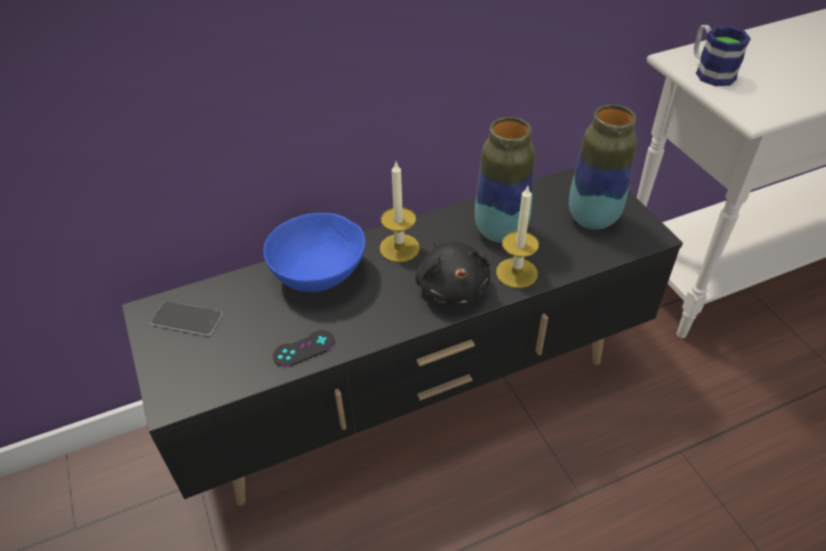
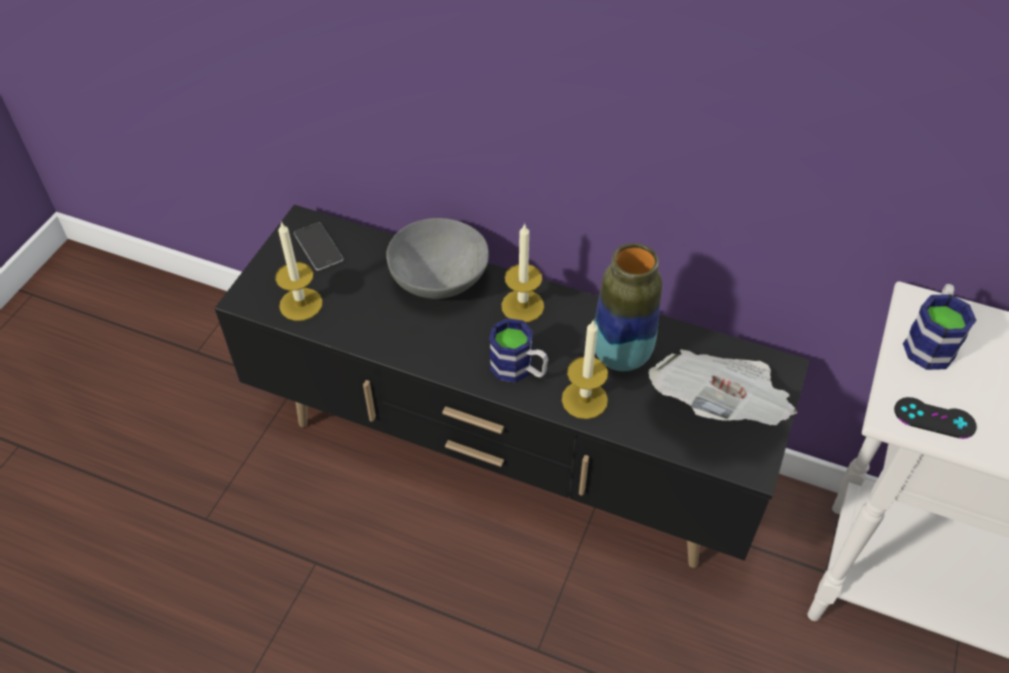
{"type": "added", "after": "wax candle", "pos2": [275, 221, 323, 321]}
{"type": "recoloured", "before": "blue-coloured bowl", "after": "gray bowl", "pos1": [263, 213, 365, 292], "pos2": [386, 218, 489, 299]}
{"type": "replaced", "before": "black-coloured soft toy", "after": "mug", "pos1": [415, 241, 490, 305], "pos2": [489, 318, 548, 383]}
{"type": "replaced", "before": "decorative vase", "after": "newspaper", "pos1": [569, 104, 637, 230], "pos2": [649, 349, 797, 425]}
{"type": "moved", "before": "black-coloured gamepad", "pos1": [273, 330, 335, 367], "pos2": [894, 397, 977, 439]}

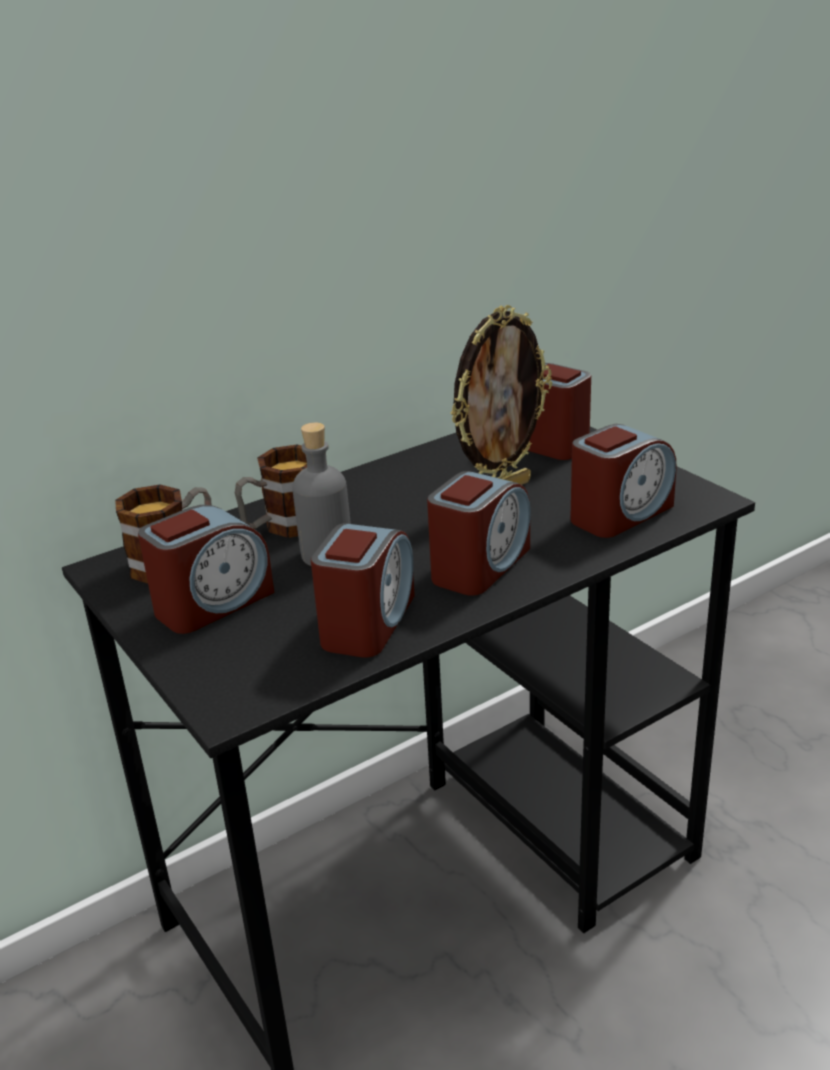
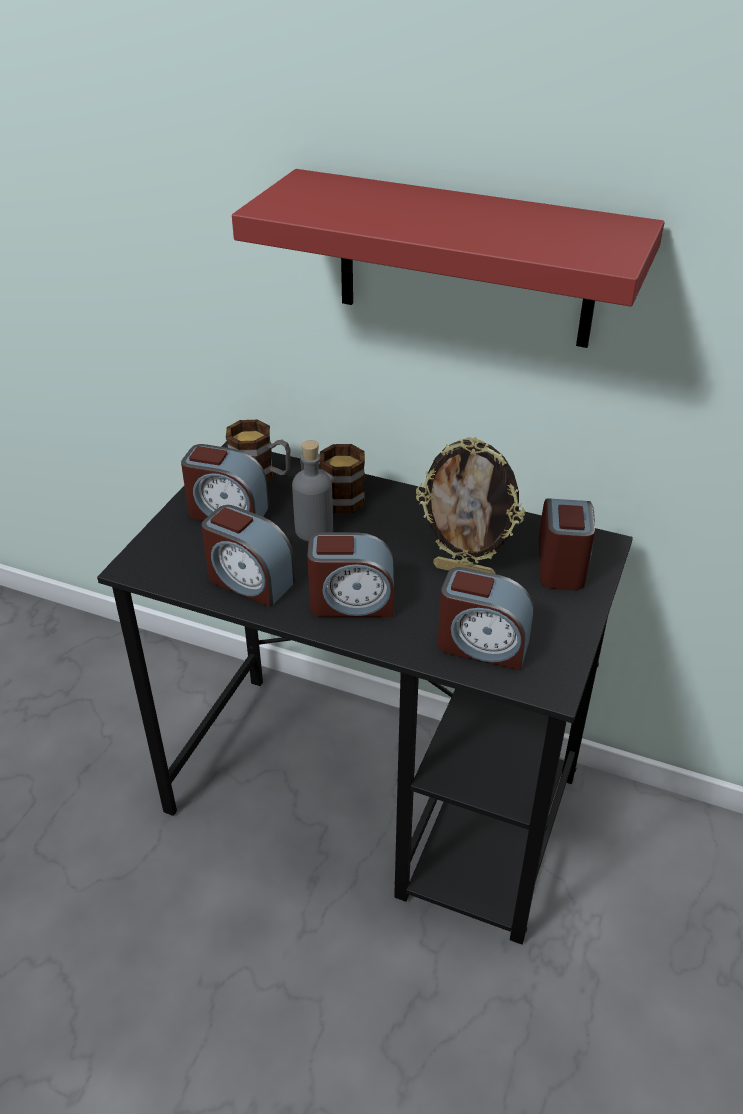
{"type": "turned", "before": "bedside clock", "pos1": [311, 523, 415, 658], "pos2": [201, 505, 295, 607], "turn": 45}
{"type": "added", "after": "red-coloured bracket shelf", "pos2": [232, 169, 665, 348]}

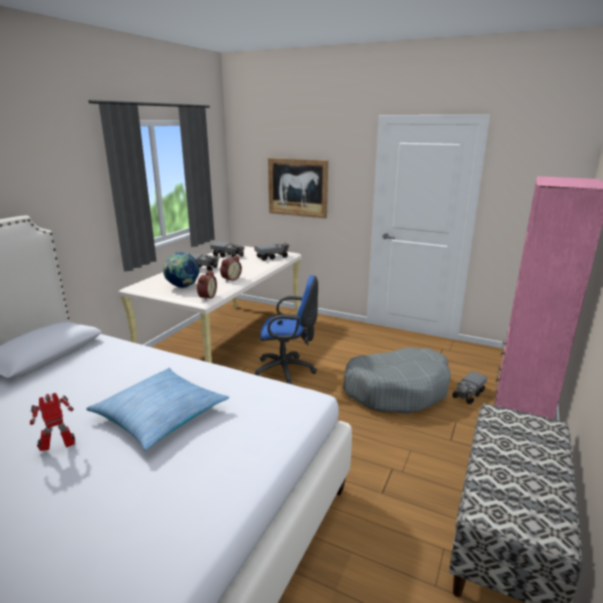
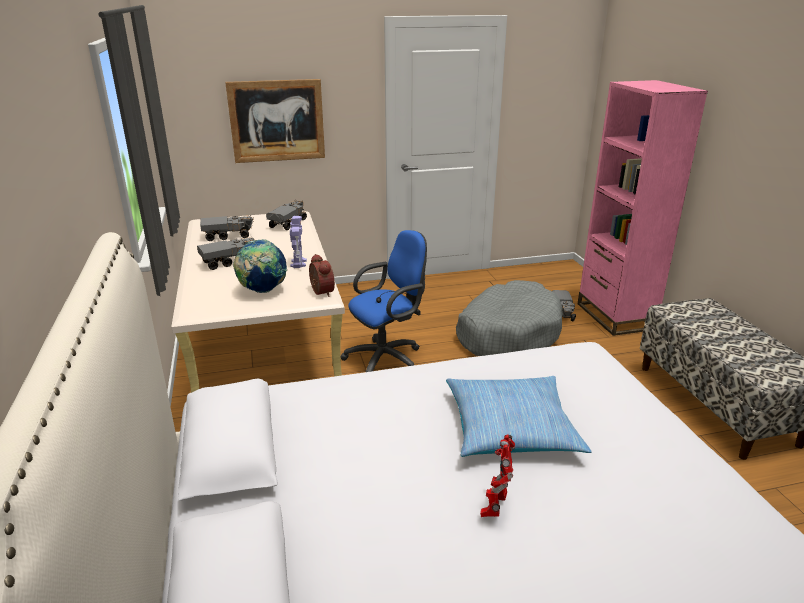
{"type": "replaced", "before": "bedside clock", "after": "toy robot", "pos1": [220, 255, 242, 282], "pos2": [290, 216, 307, 268]}

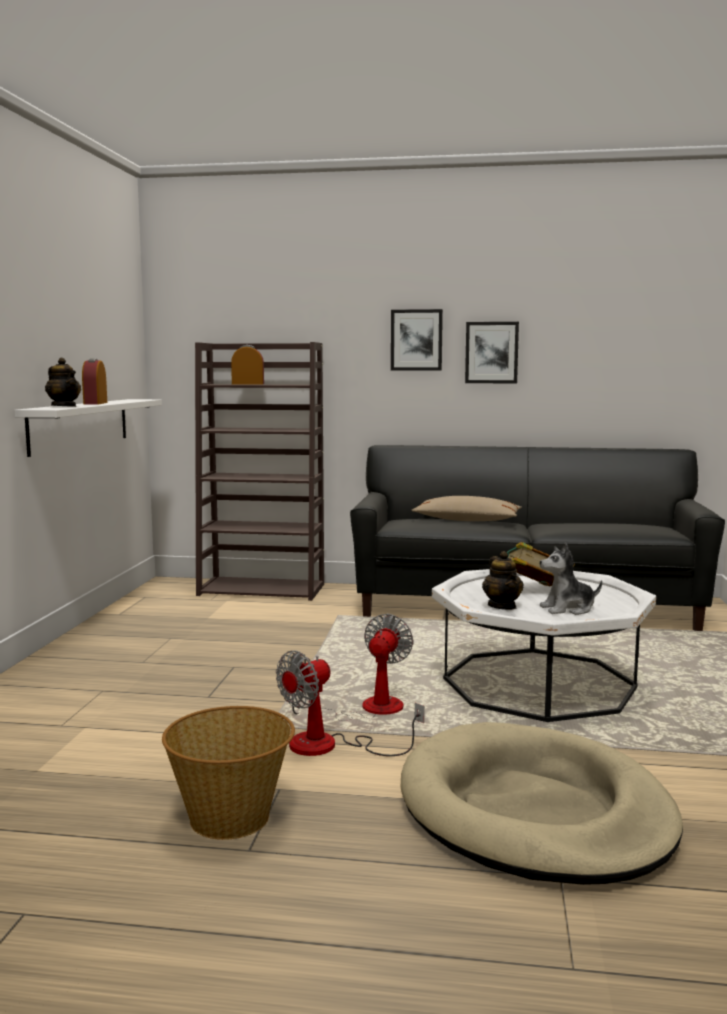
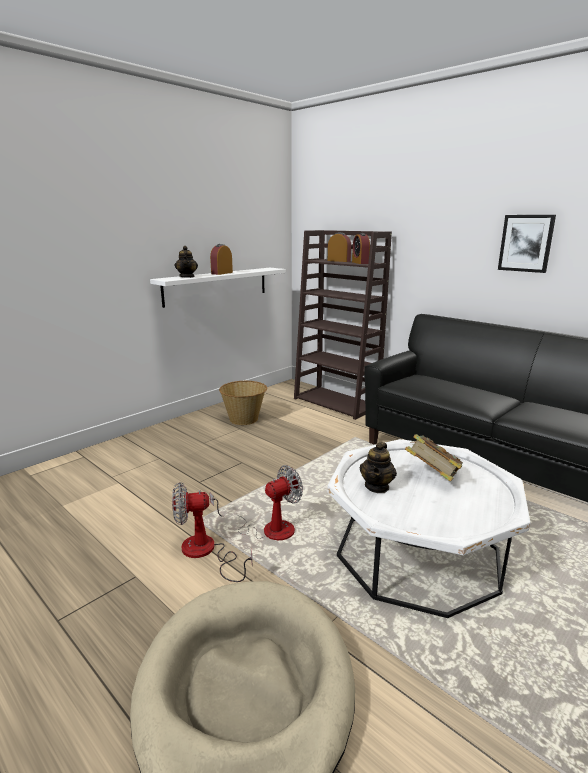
{"type": "moved", "before": "household basket", "pos1": [162, 706, 295, 840], "pos2": [219, 381, 267, 425]}
{"type": "added", "after": "bedside clock", "pos2": [352, 233, 370, 264]}
{"type": "removed", "before": "wall art", "pos1": [391, 309, 443, 371]}
{"type": "removed", "before": "sand-coloured throw pillow", "pos1": [412, 496, 522, 521]}
{"type": "removed", "before": "soft toy", "pos1": [539, 543, 602, 615]}

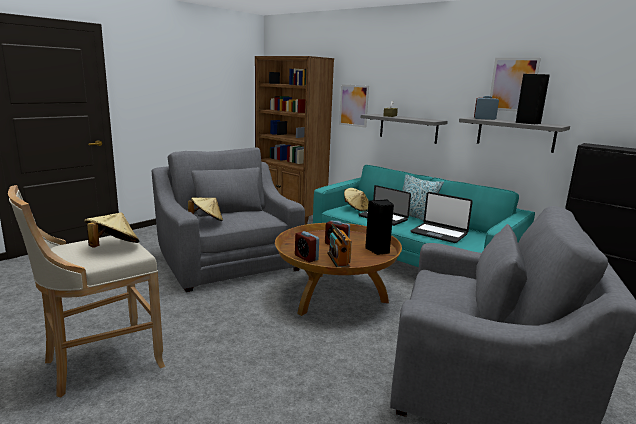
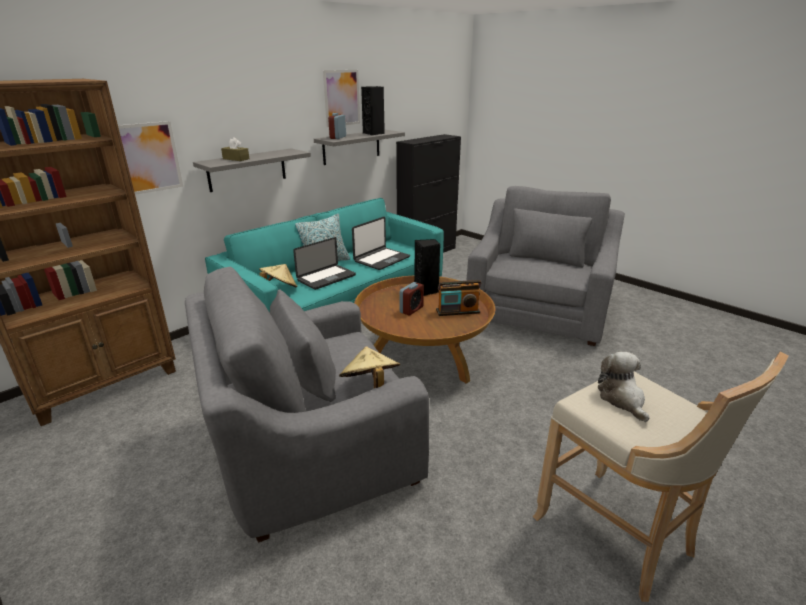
{"type": "replaced", "before": "sand-coloured wearable hat", "after": "soft toy", "pos1": [84, 213, 139, 247], "pos2": [598, 352, 650, 422]}
{"type": "removed", "before": "bedside clock", "pos1": [295, 231, 319, 262]}

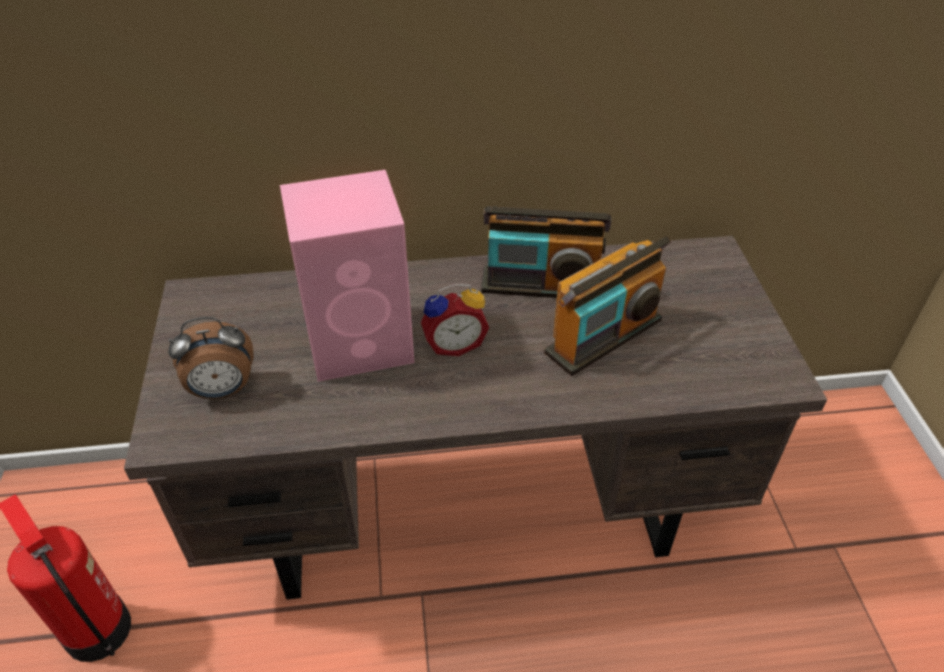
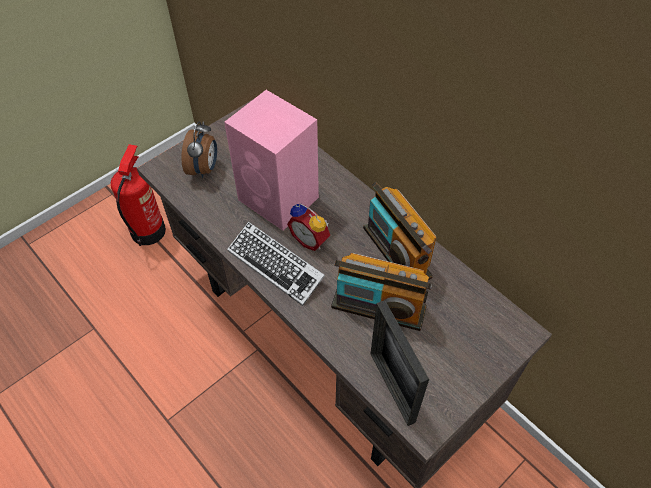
{"type": "turned", "before": "bedside clock", "pos1": [168, 317, 254, 399], "pos2": [181, 121, 217, 178], "turn": -120}
{"type": "added", "after": "keyboard", "pos2": [227, 221, 325, 306]}
{"type": "added", "after": "photo frame", "pos2": [371, 300, 429, 426]}

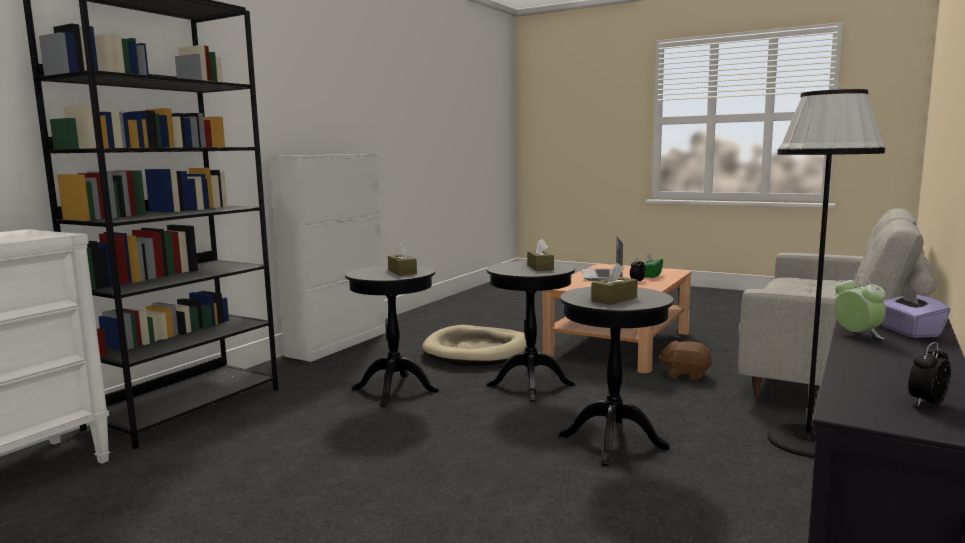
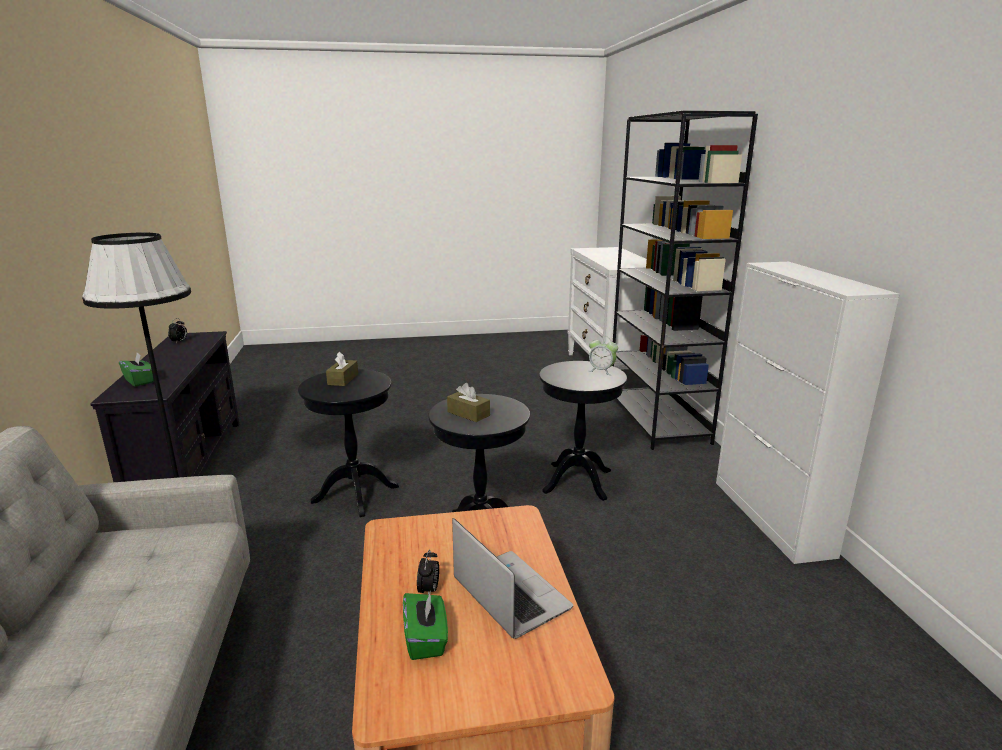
{"type": "recoloured", "before": "purple tissue box", "after": "green tissue box", "pos1": [881, 285, 951, 338], "pos2": [119, 353, 154, 387]}
{"type": "moved", "before": "bedside clock", "pos1": [834, 274, 886, 339], "pos2": [588, 336, 618, 375]}
{"type": "removed", "before": "brown-coloured tissue box", "pos1": [388, 243, 417, 276]}
{"type": "removed", "before": "sand-coloured pet bed", "pos1": [422, 325, 527, 366]}
{"type": "removed", "before": "brown-coloured soft toy", "pos1": [658, 341, 712, 381]}

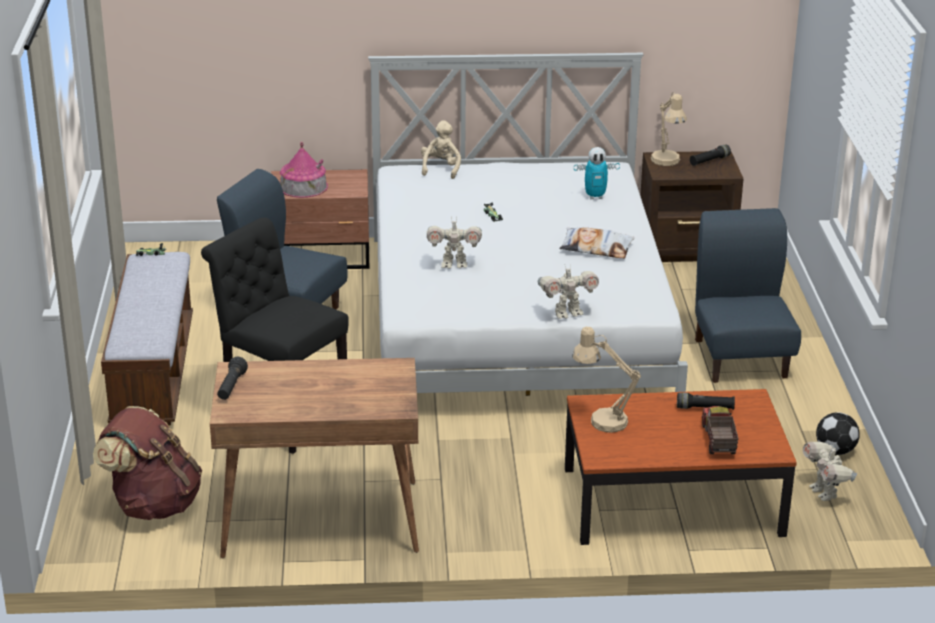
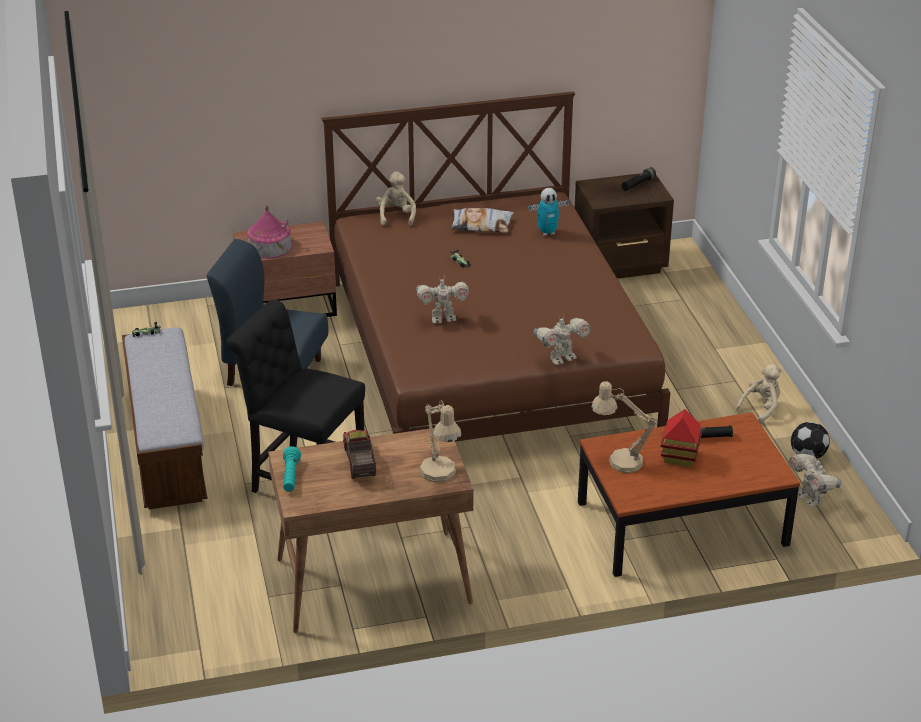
{"type": "recoloured", "before": "black-coloured hand torch", "after": "turquoise hand torch", "pos1": [217, 357, 248, 400], "pos2": [283, 446, 301, 492]}
{"type": "recoloured", "before": "white-coloured sleeping bed", "after": "brown-coloured sleeping bed", "pos1": [368, 52, 688, 396], "pos2": [321, 91, 670, 442]}
{"type": "moved", "before": "toy lorry", "pos1": [702, 406, 739, 454], "pos2": [343, 430, 376, 479]}
{"type": "moved", "before": "sand-coloured table lamp", "pos1": [651, 92, 687, 166], "pos2": [420, 400, 461, 482]}
{"type": "moved", "before": "throw pillow", "pos1": [559, 228, 635, 258], "pos2": [451, 208, 513, 233]}
{"type": "added", "after": "model house", "pos2": [661, 409, 702, 467]}
{"type": "added", "after": "sand-coloured soft toy", "pos2": [736, 364, 782, 424]}
{"type": "removed", "before": "brown-coloured knapsack", "pos1": [93, 406, 202, 520]}
{"type": "removed", "before": "blue-coloured chair", "pos1": [695, 208, 801, 383]}

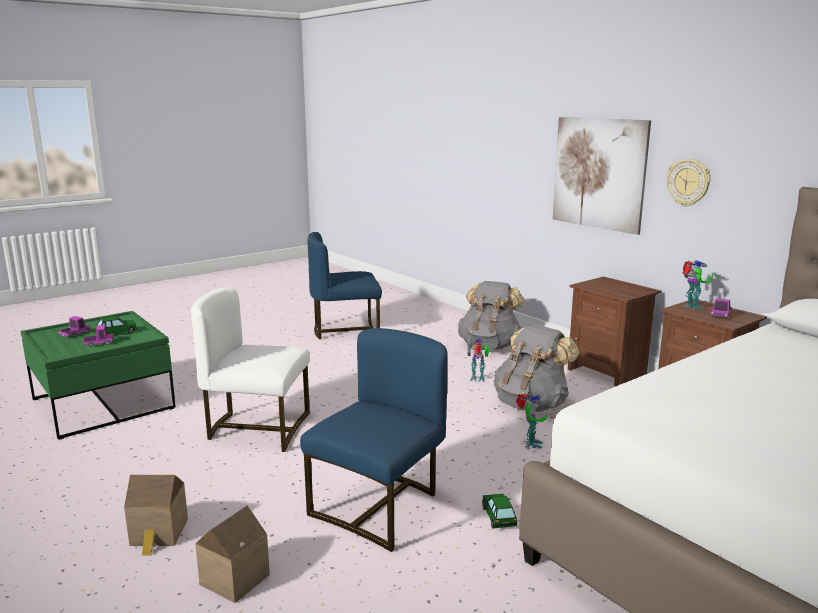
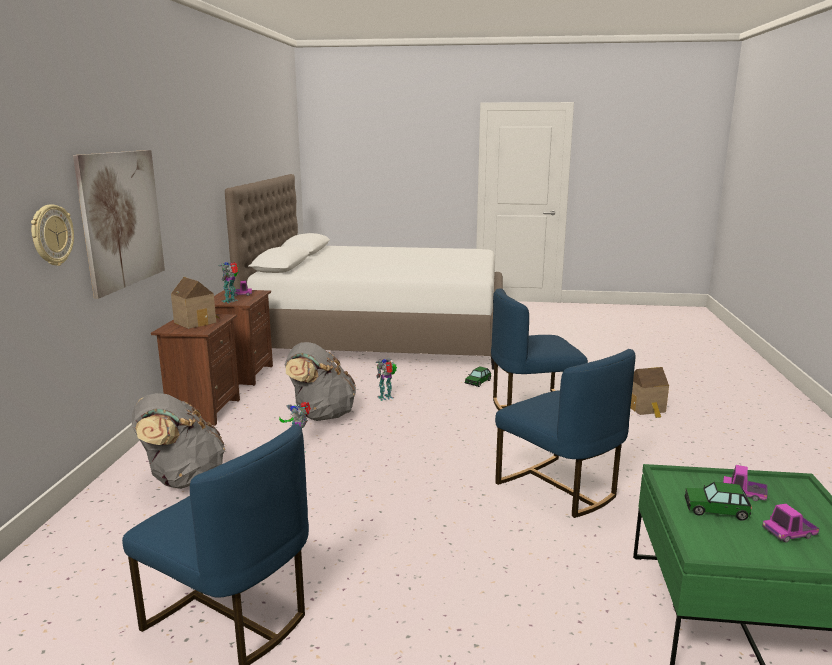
{"type": "moved", "before": "wall clock", "pos1": [667, 159, 711, 206], "pos2": [31, 205, 74, 266]}
{"type": "moved", "before": "model house", "pos1": [124, 475, 188, 556], "pos2": [171, 277, 220, 329]}
{"type": "recoloured", "before": "white-coloured chair", "after": "blue-coloured chair", "pos1": [191, 287, 310, 452], "pos2": [495, 349, 635, 518]}

